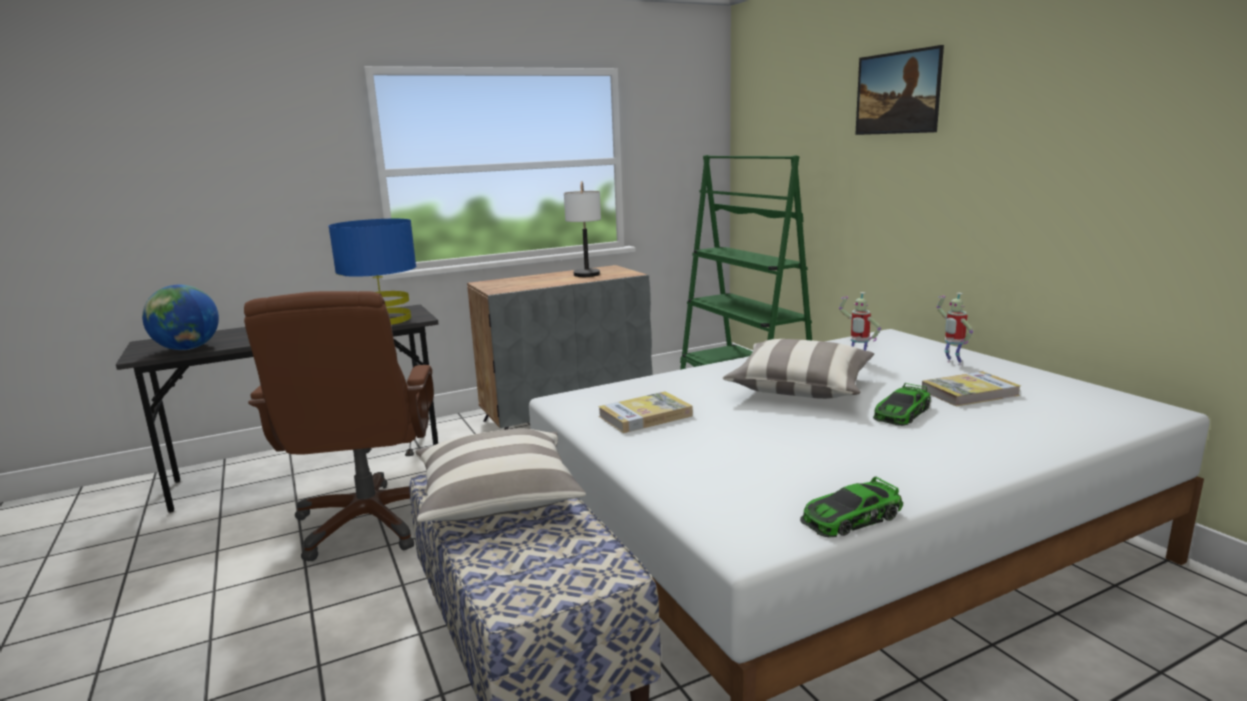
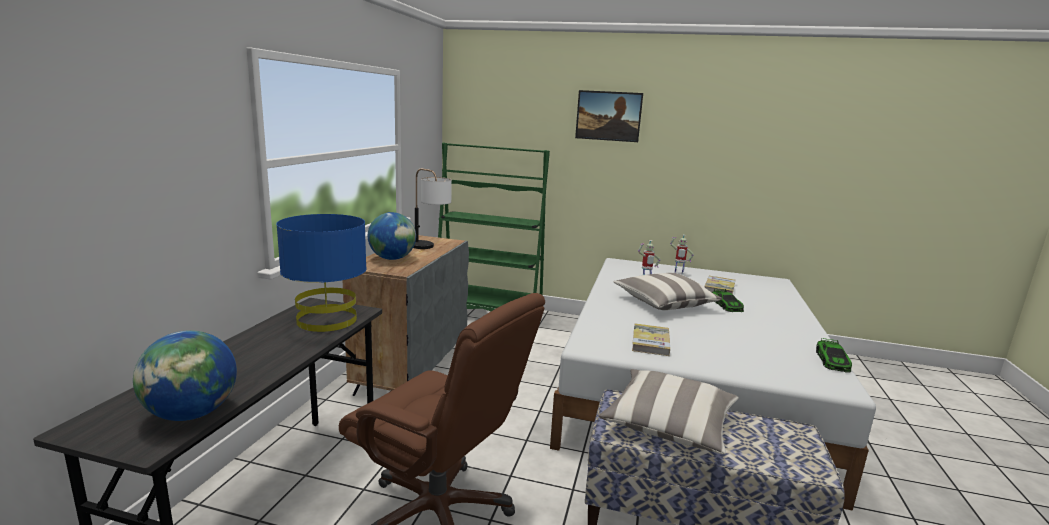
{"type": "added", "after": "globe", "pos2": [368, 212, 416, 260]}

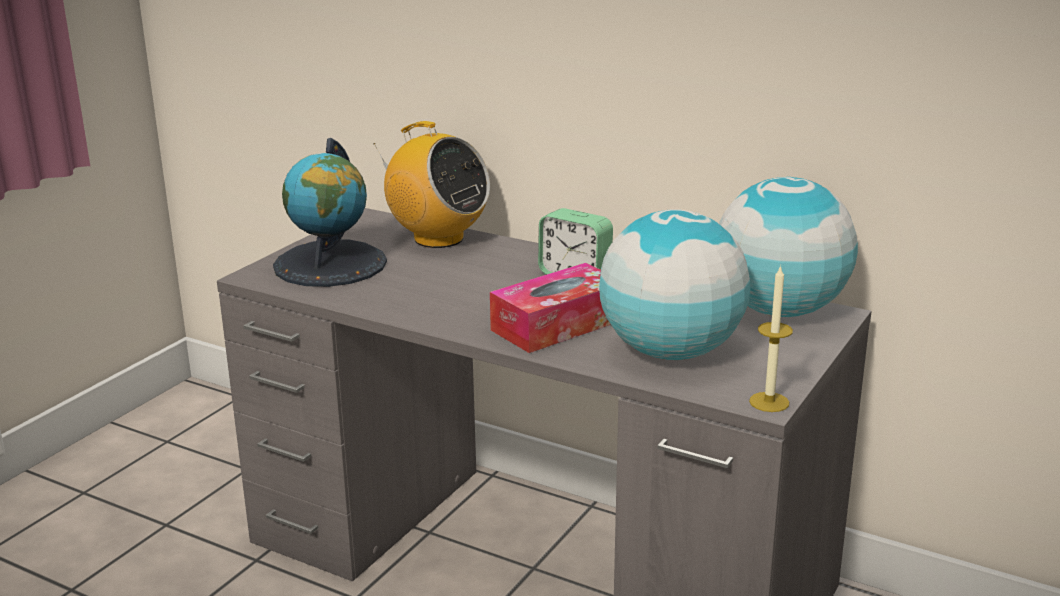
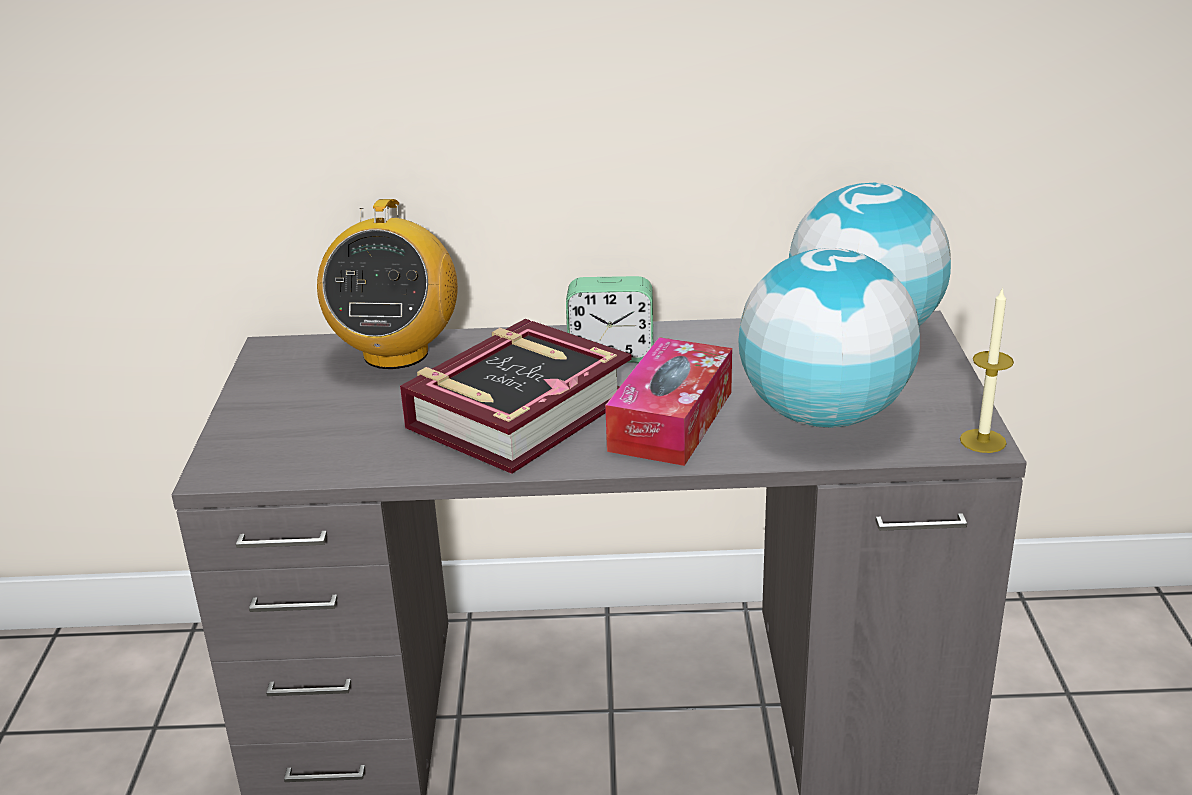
{"type": "turned", "before": "radio", "pos1": [374, 121, 490, 248], "pos2": [317, 199, 458, 369], "turn": 90}
{"type": "added", "after": "book", "pos2": [400, 319, 632, 474]}
{"type": "removed", "before": "globe", "pos1": [273, 138, 387, 287]}

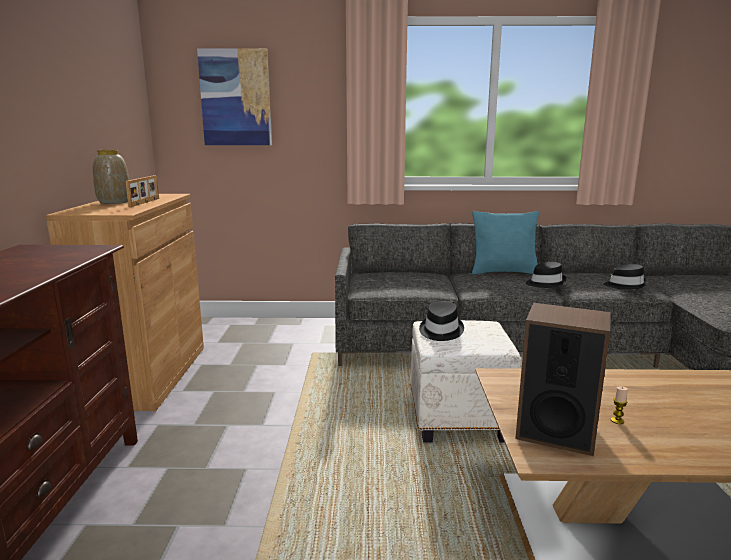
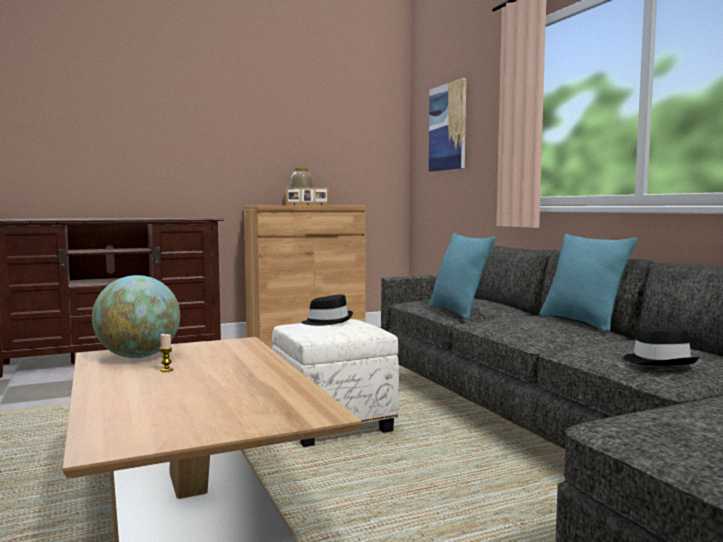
{"type": "replaced", "before": "loudspeaker", "after": "globe", "pos1": [515, 303, 610, 456], "pos2": [92, 275, 180, 358]}
{"type": "added", "after": "turquoise throw pillow", "pos2": [429, 233, 495, 320]}
{"type": "removed", "before": "black-coloured wearable hat", "pos1": [526, 262, 567, 288]}

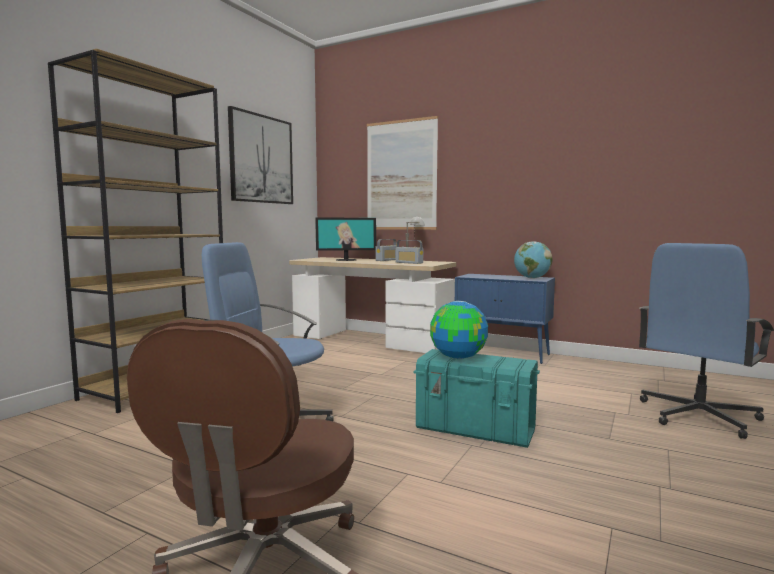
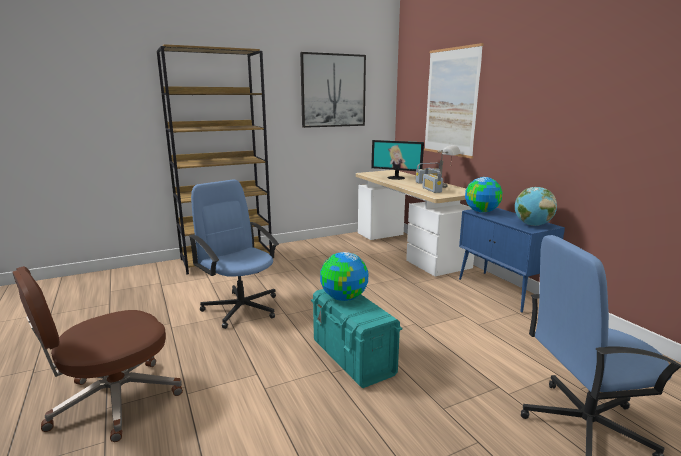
{"type": "added", "after": "globe", "pos2": [465, 177, 503, 213]}

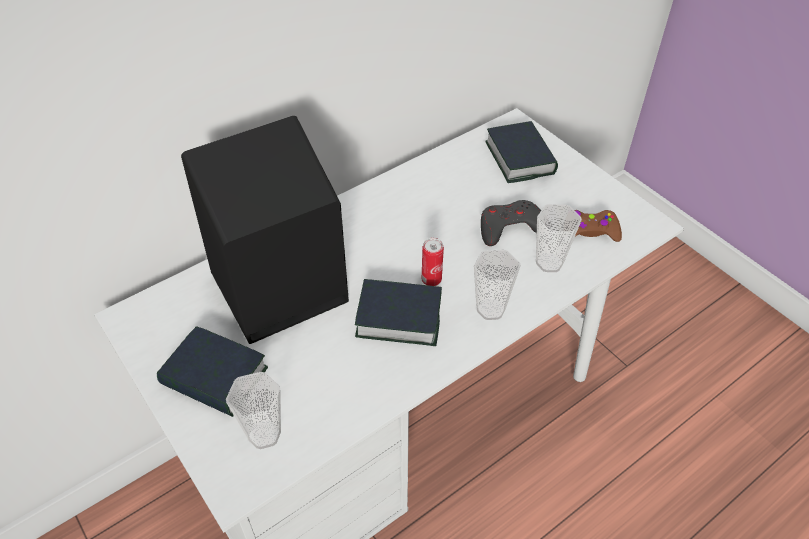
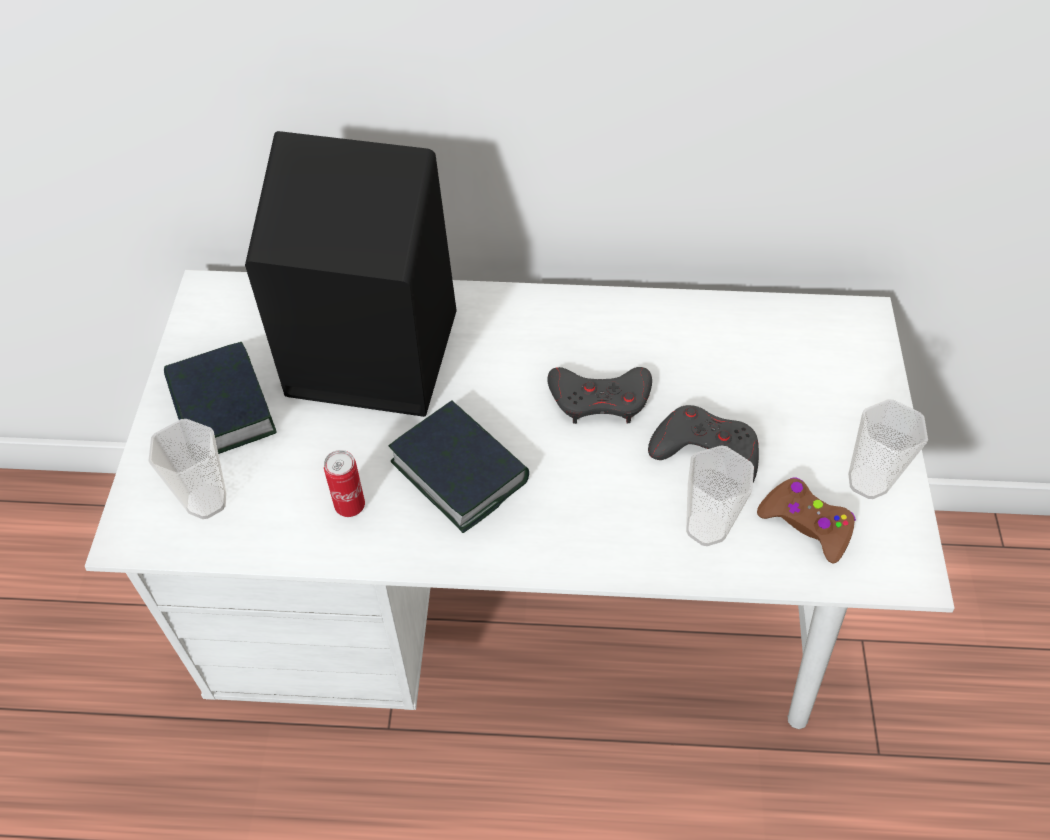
{"type": "moved", "before": "metal can", "pos1": [422, 238, 444, 286], "pos2": [324, 450, 365, 517]}
{"type": "added", "after": "gray gamepad", "pos2": [547, 367, 652, 424]}
{"type": "moved", "before": "small cup", "pos1": [474, 249, 521, 320], "pos2": [848, 399, 928, 499]}
{"type": "removed", "before": "book", "pos1": [485, 121, 558, 183]}

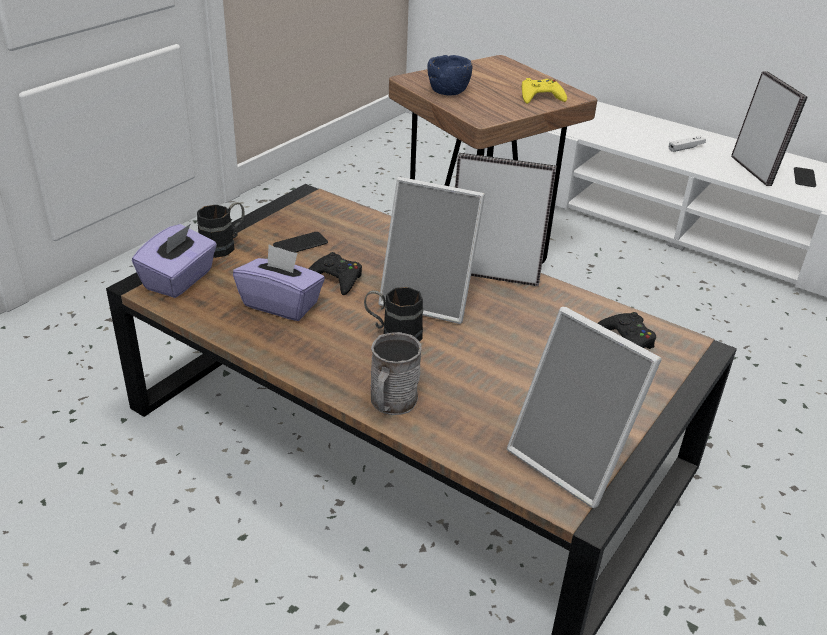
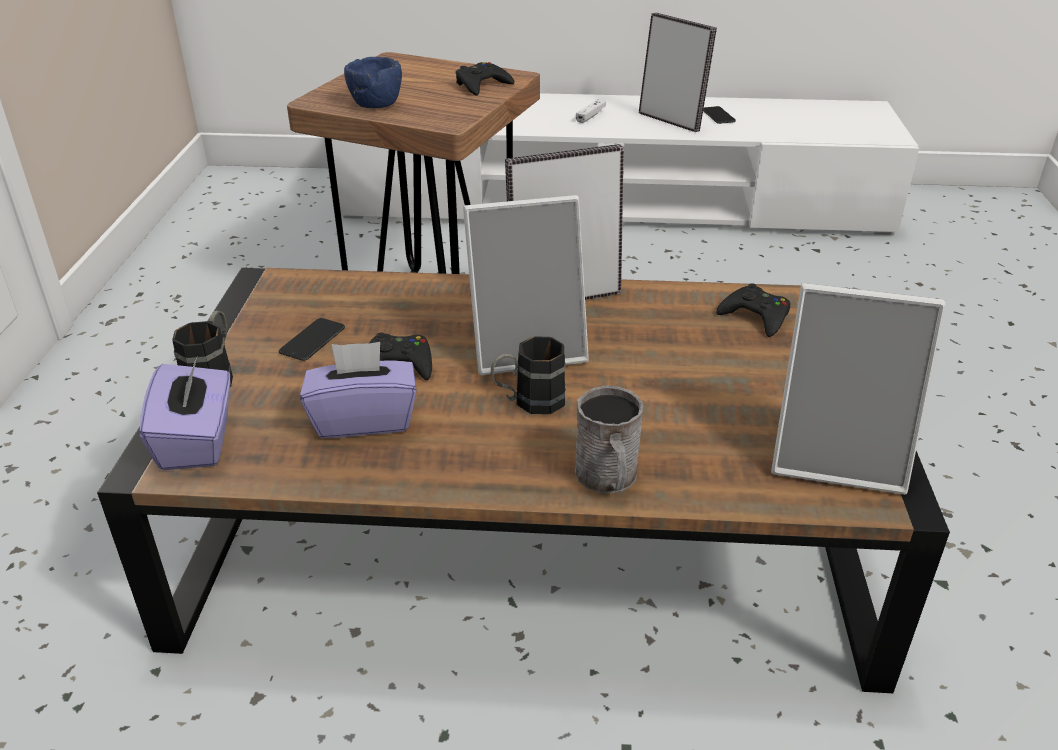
{"type": "recoloured", "before": "yellowish gamepad", "after": "black-coloured gamepad", "pos1": [522, 78, 567, 104], "pos2": [456, 62, 514, 96]}

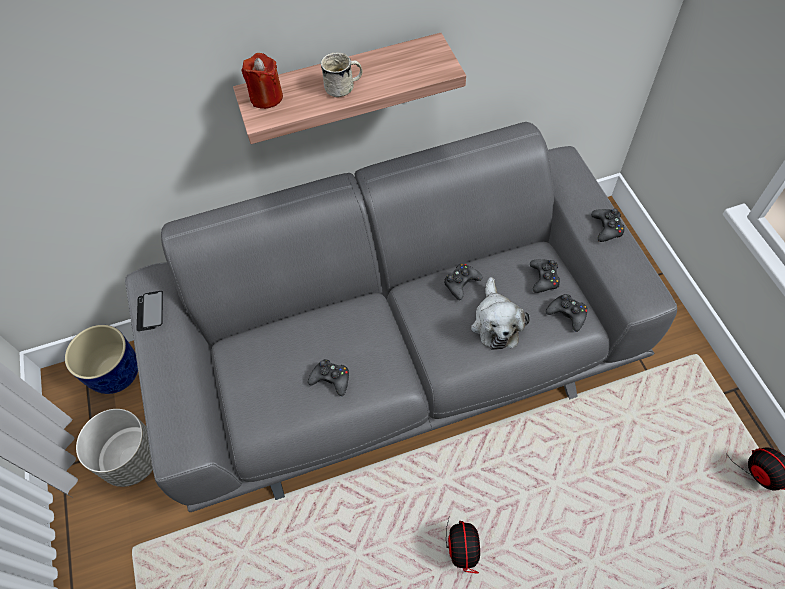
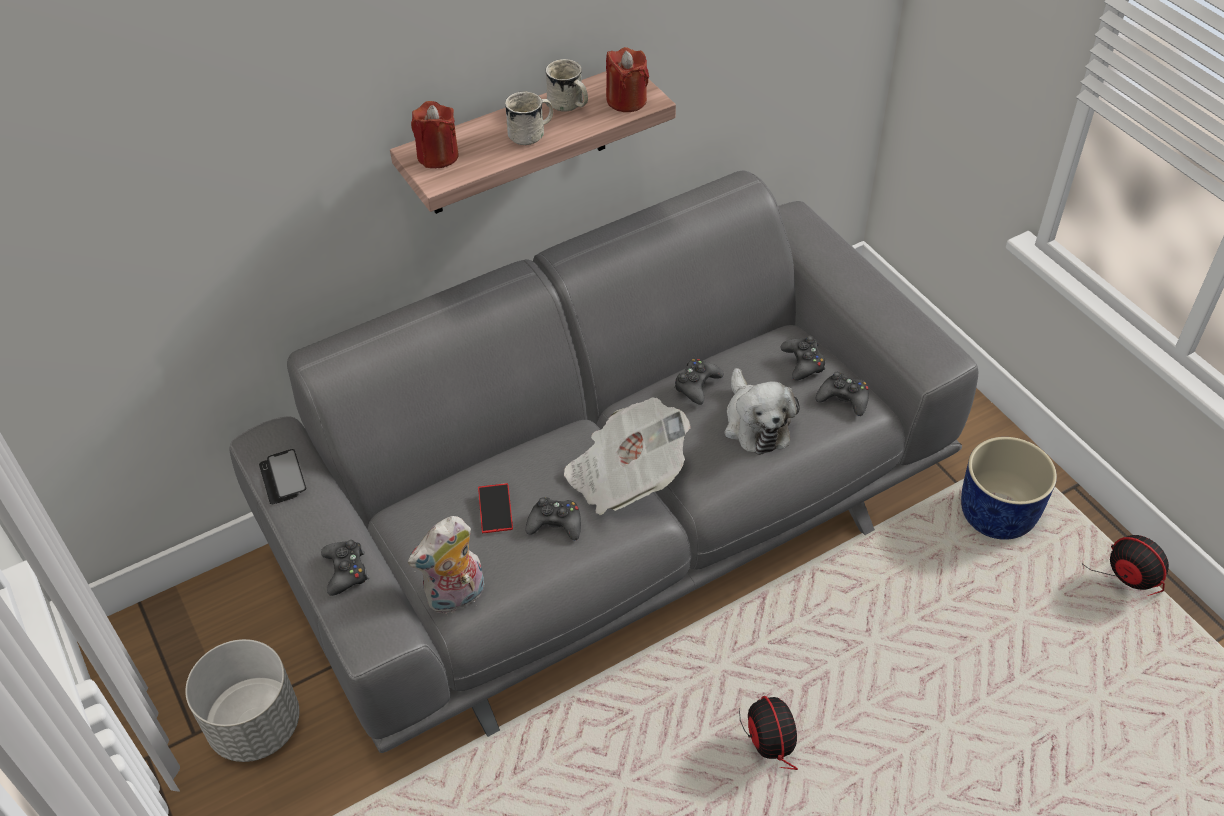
{"type": "moved", "before": "black-coloured gamepad", "pos1": [591, 208, 625, 242], "pos2": [321, 540, 369, 596]}
{"type": "added", "after": "soft toy", "pos2": [408, 516, 484, 614]}
{"type": "added", "after": "telephone", "pos2": [478, 483, 513, 533]}
{"type": "added", "after": "white-coloured mug", "pos2": [546, 59, 588, 112]}
{"type": "added", "after": "newspaper", "pos2": [564, 398, 691, 515]}
{"type": "added", "after": "red-coloured wax candle", "pos2": [606, 47, 649, 112]}
{"type": "moved", "before": "blue-coloured plant pot", "pos1": [65, 325, 138, 394], "pos2": [961, 437, 1057, 540]}

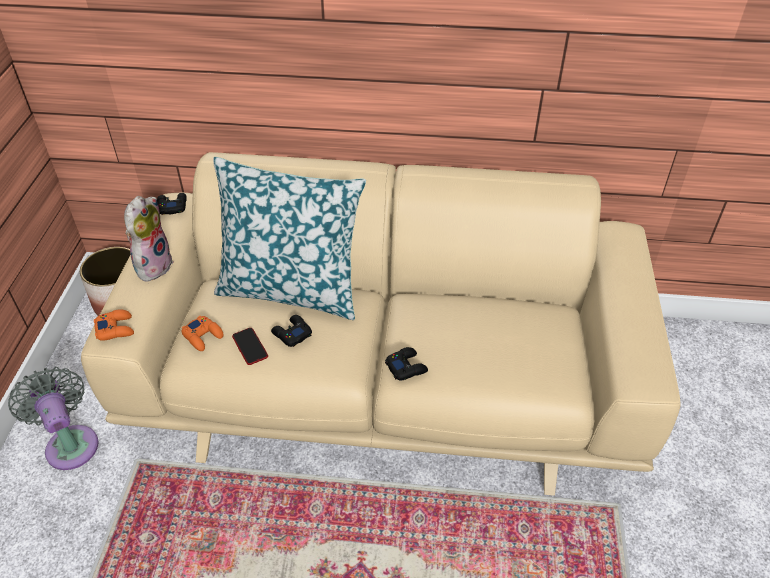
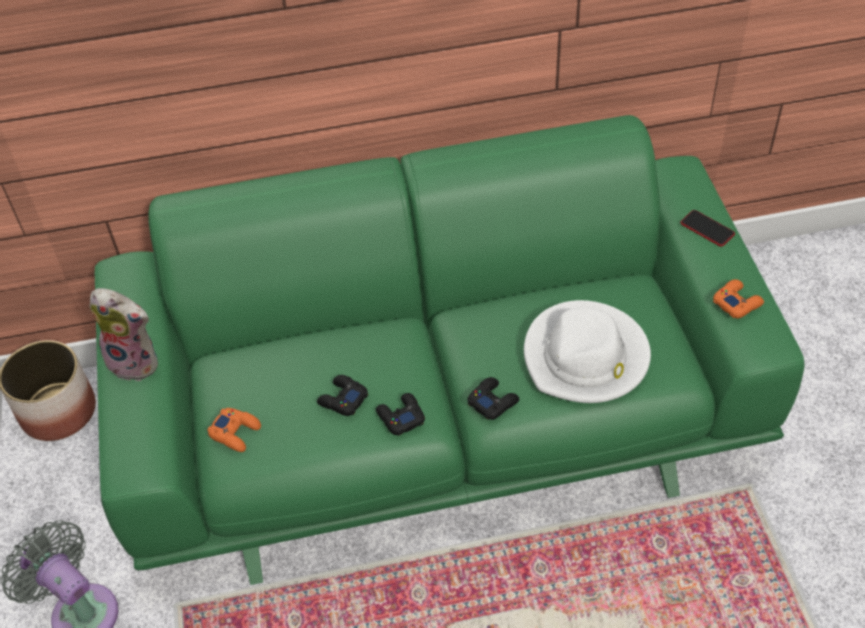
{"type": "turned", "before": "soft toy", "pos1": [124, 196, 174, 281], "pos2": [90, 288, 158, 381], "turn": 105}
{"type": "recoloured", "before": "sand-coloured settee", "after": "green settee", "pos1": [81, 152, 681, 496], "pos2": [95, 115, 805, 585]}
{"type": "moved", "before": "black-coloured gamepad", "pos1": [157, 193, 187, 215], "pos2": [376, 393, 425, 436]}
{"type": "added", "after": "white-coloured wearable hat", "pos2": [524, 300, 651, 403]}
{"type": "moved", "before": "telephone", "pos1": [232, 328, 268, 365], "pos2": [680, 210, 735, 247]}
{"type": "moved", "before": "orange-coloured gamepad", "pos1": [94, 309, 134, 341], "pos2": [713, 279, 764, 319]}
{"type": "removed", "before": "throw pillow", "pos1": [213, 157, 366, 320]}

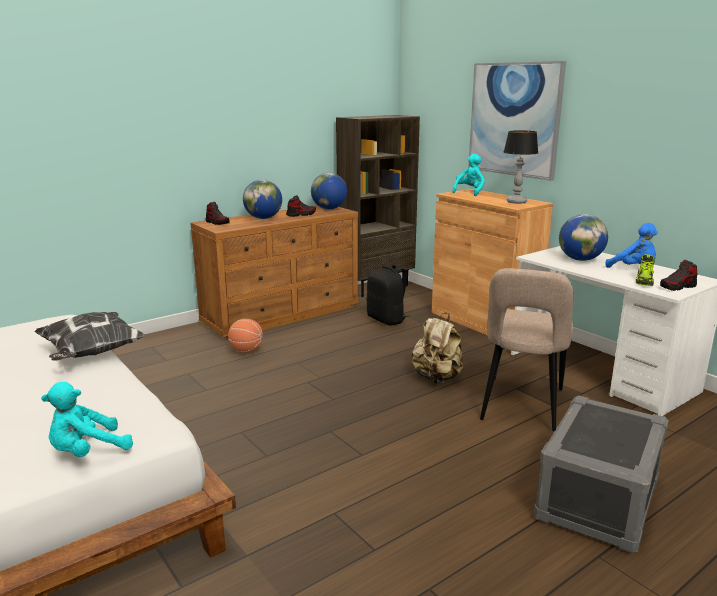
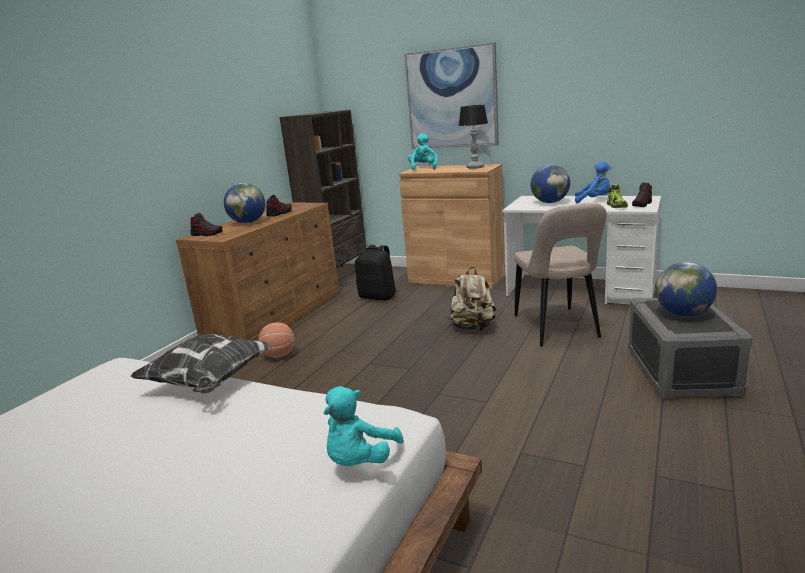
{"type": "moved", "before": "globe", "pos1": [311, 173, 347, 210], "pos2": [656, 262, 717, 316]}

